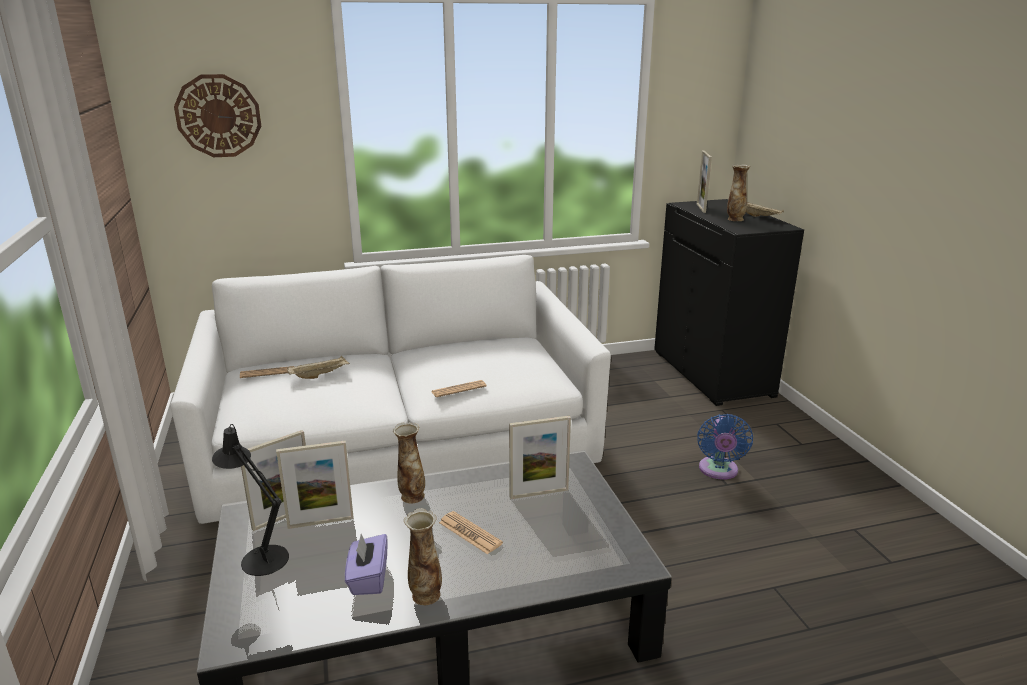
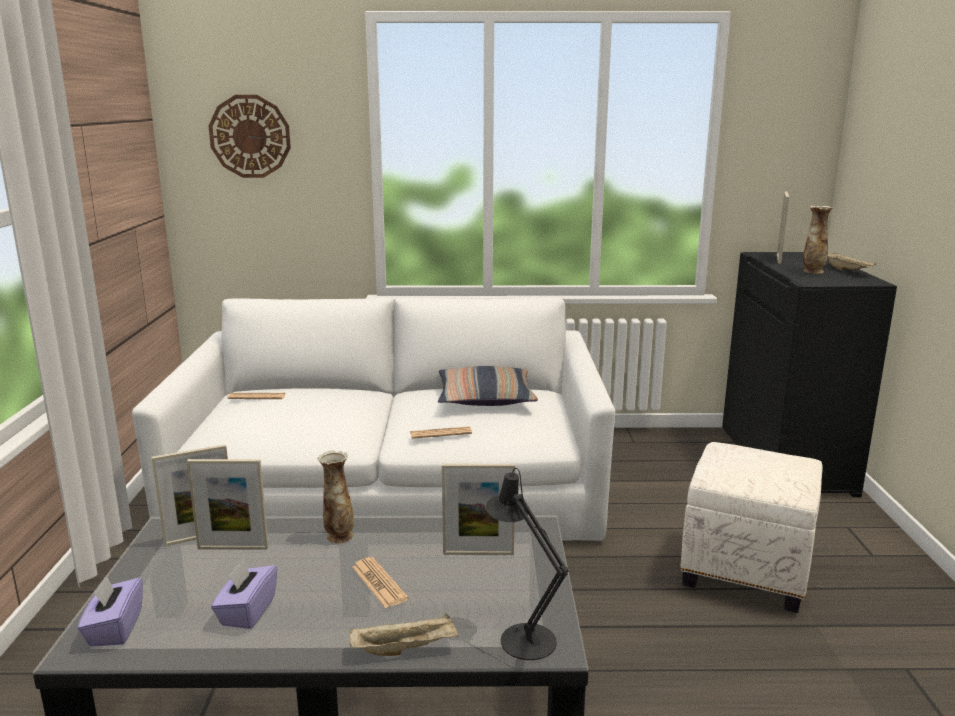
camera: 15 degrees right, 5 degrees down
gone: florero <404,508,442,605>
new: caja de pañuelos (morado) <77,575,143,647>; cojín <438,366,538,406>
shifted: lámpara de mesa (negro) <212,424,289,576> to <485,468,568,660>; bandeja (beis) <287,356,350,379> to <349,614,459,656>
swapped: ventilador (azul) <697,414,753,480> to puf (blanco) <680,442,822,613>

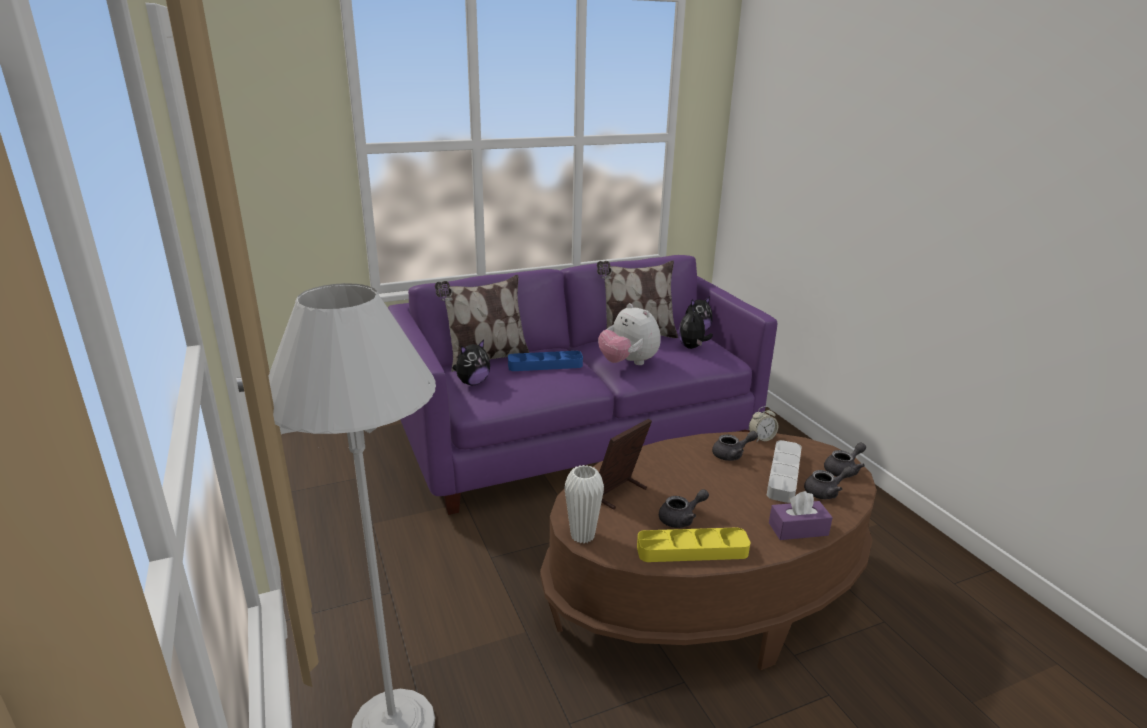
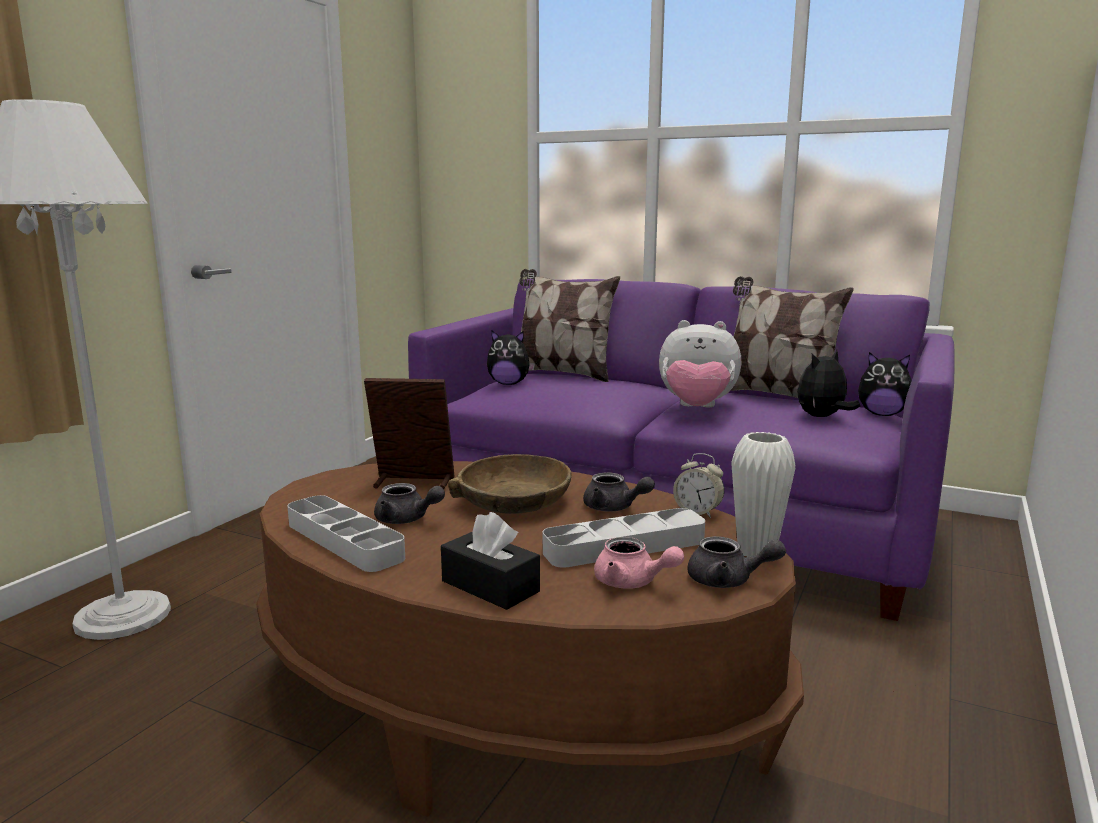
camera: 50 degrees right, 10 degrees down
gone: bandeja (azul) <508,351,583,371>
new: cuenco (marrón) <448,454,571,514>
shifted: florero (blanco) <564,465,604,543> to <731,432,796,557>
repainted: bandeja (amarillo) <637,528,750,562> to bandeja (gris) <287,495,405,572>; caja de pañuelos (morado) <769,491,833,540> to caja de pañuelos (negro) <441,512,540,610>; tetera (gris) <804,466,855,499> to tetera (rosa) <594,537,684,589>
rotated: peluche <598,303,661,365> = <659,320,741,407> 90 degrees counterclockwise

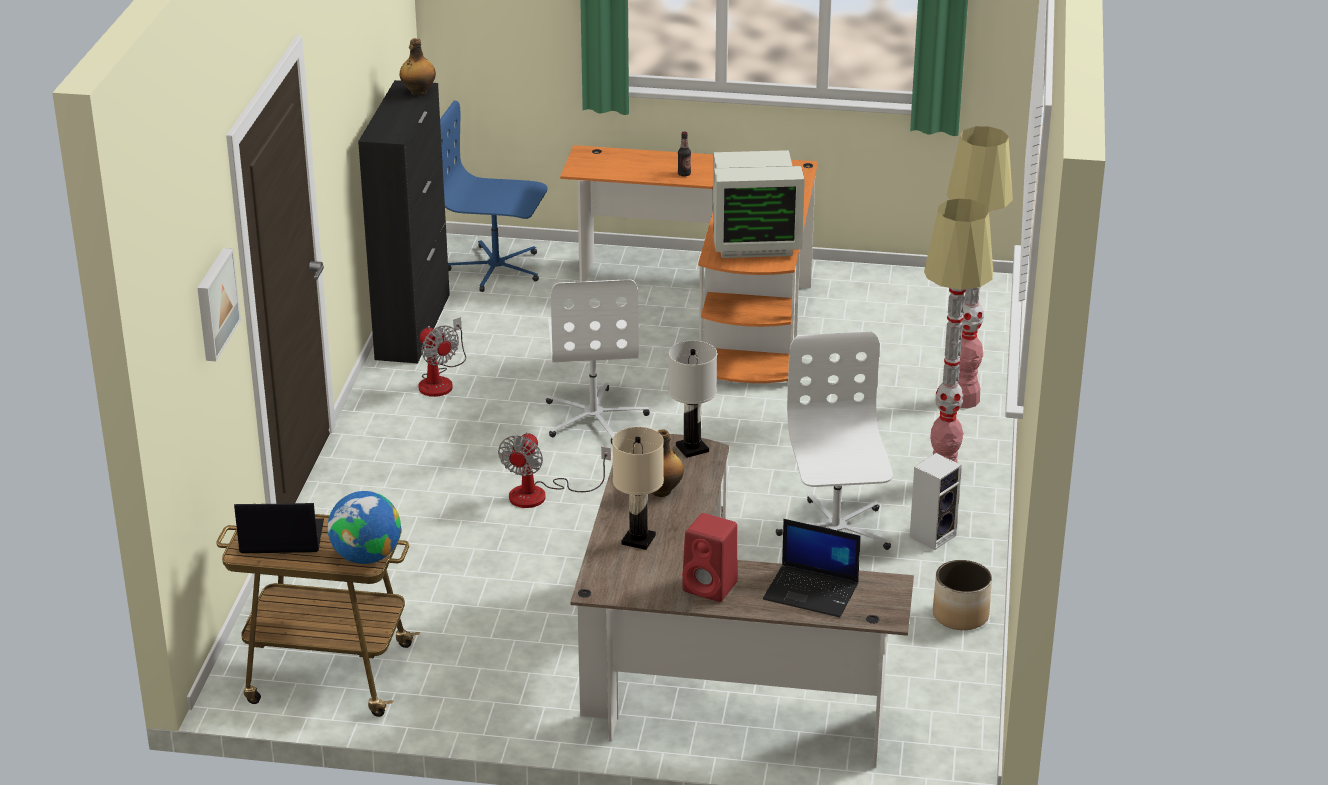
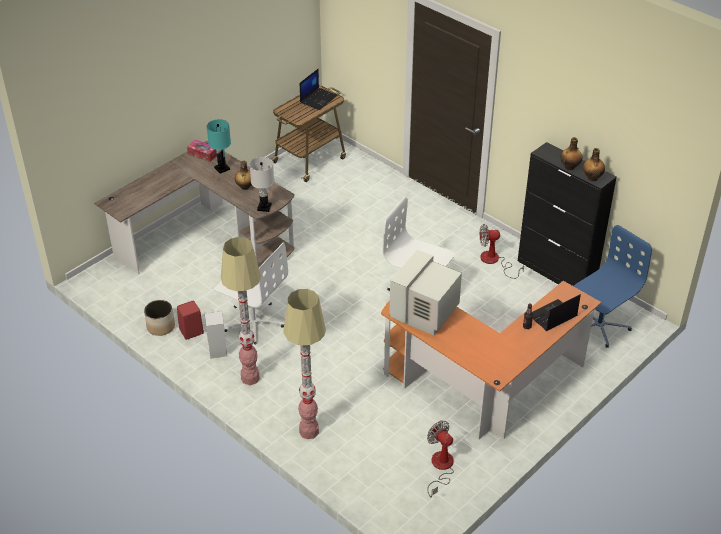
camera: 125 degrees right, 10 degrees up
gone: cuadro <198,248,241,361>; globo terráqueo <327,491,401,564>
new: caja de pañuelos <187,140,217,162>; botella <561,137,582,170>
shifted: ventilador <498,432,611,508> to <427,421,454,497>; altavoz (rojo) <682,513,738,602> to <177,300,204,340>; portátil <763,519,861,617> to <532,294,581,331>
repainted: lámpara de mesa (beis) <612,427,664,550> to lámpara de mesa (turquesa) <207,119,231,174>

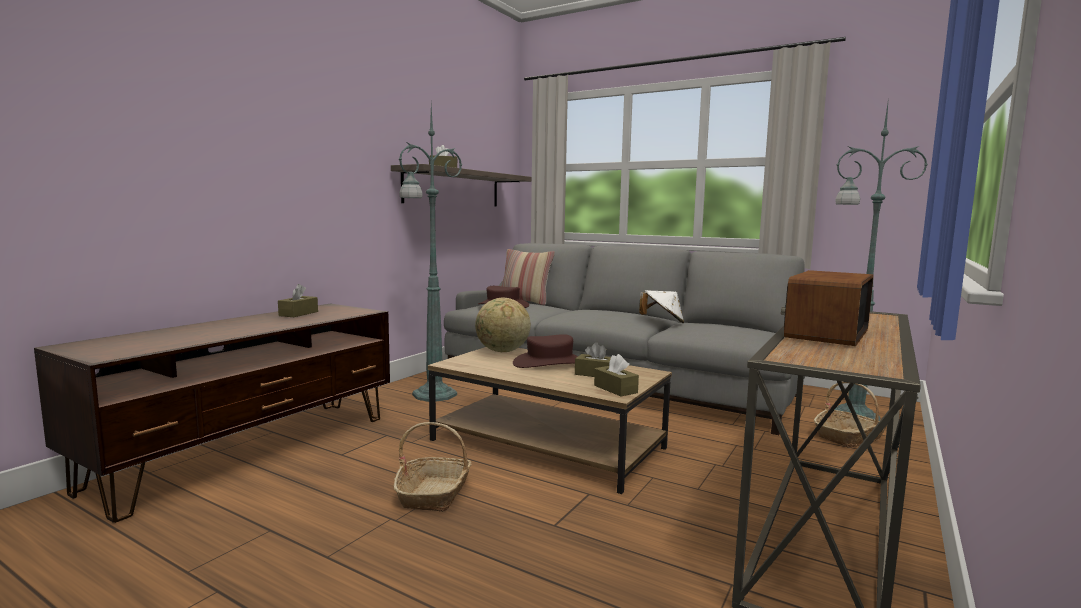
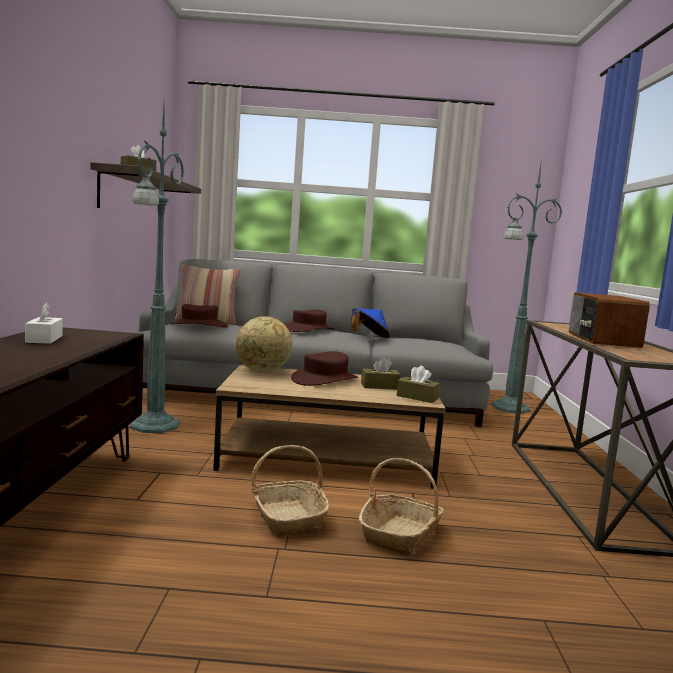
camera: 30 degrees left, 0 degrees up
new: sombrero (marrón) <285,310,334,332>
shifted: cesta <814,382,887,448> to <359,458,444,556>
repainted: caja de pañuelos (marrón) <278,284,318,317> to caja de pañuelos (blanco) <25,302,63,344>; sombrero (blanco) <639,290,684,323> to sombrero (azul) <351,308,390,338>

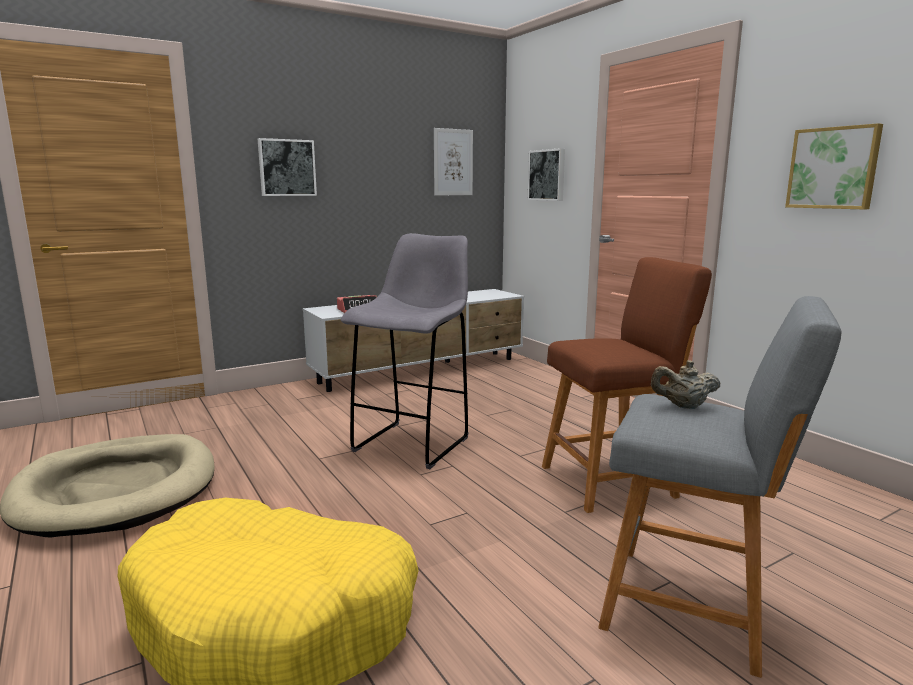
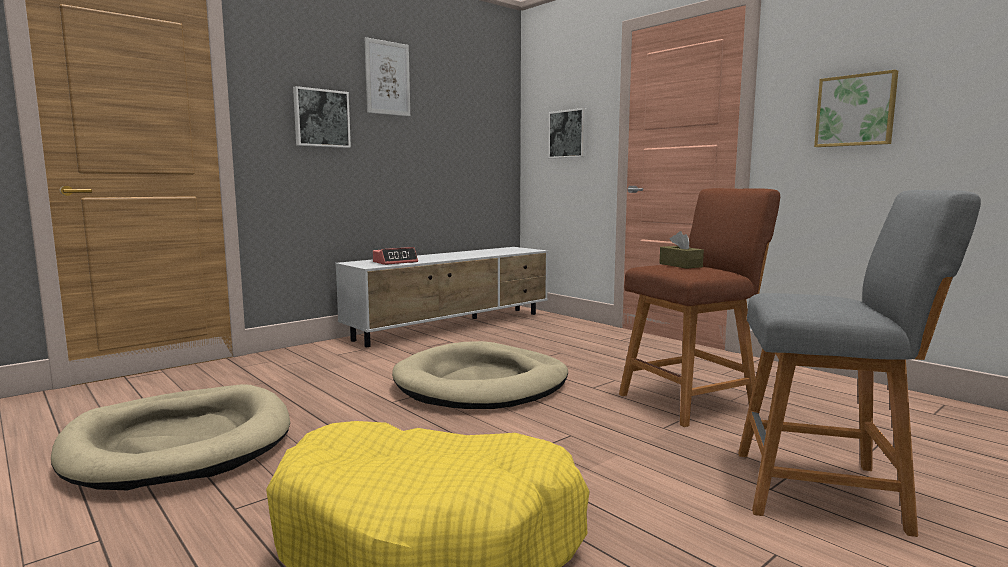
camera: 10 degrees left, 5 degrees down
gone: tetera (beis) <651,360,720,409>
new: caja de pañuelos (marrón) <659,231,704,269>
shifted: cuadro <434,128,473,195> to <365,37,410,116>
swapped: taburete (gris) <341,233,469,469> to cama para perro (beis) <392,341,568,409>

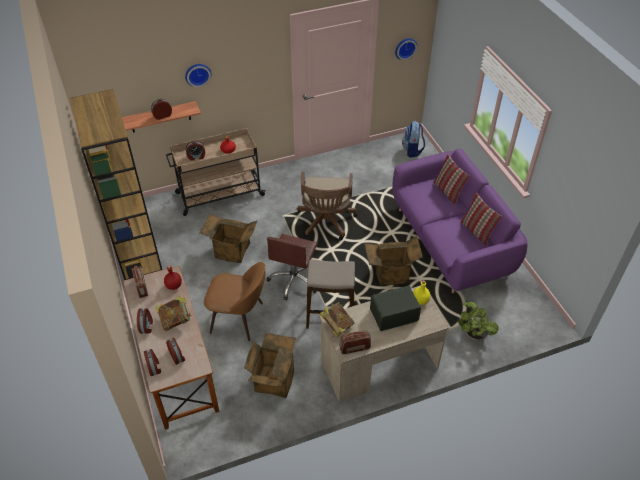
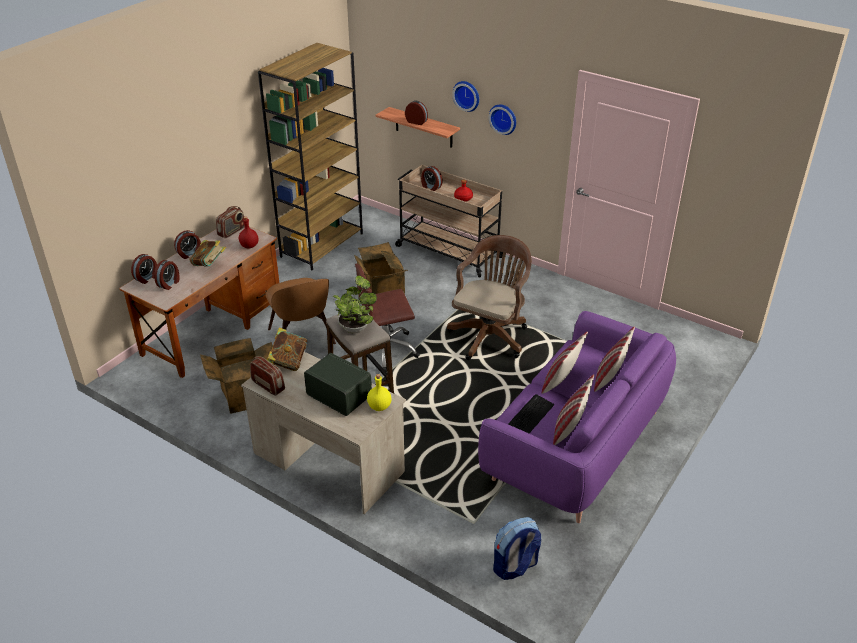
camera: 55 degrees right, 10 degrees down
gone: caja de cartón <365,236,423,285>
new: teclado <508,394,554,433>; cojín <542,332,588,394>
shifted: reloj de pared <395,38,417,60> to <489,105,516,135>; mochila <402,121,425,158> to <493,517,541,580>; planta en maceta <458,302,499,341> to <333,275,377,334>
rotated: silla de oficina (marrón) <297,171,357,240> = <447,235,532,360> 150 degrees clockwise

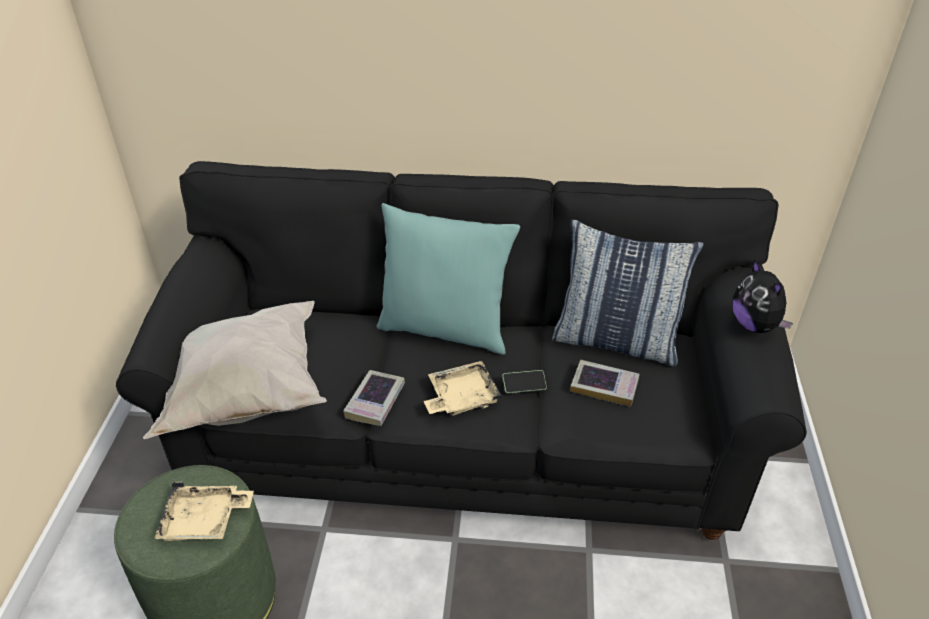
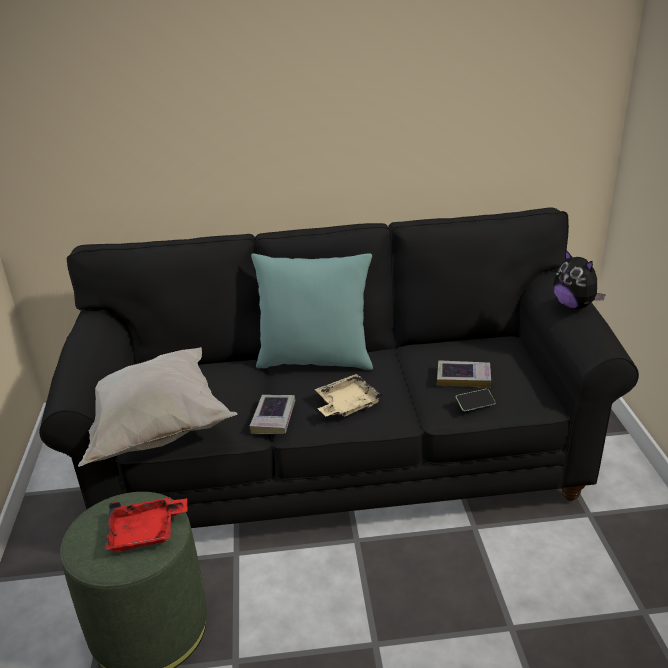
camera: 10 degrees left, 10 degrees down
gone: cojín <552,219,704,367>
shifted: móvil <502,370,547,393> to <456,389,496,411>
repainted: bandeja (beis) <154,482,254,541> to bandeja (rojo) <105,497,188,552>

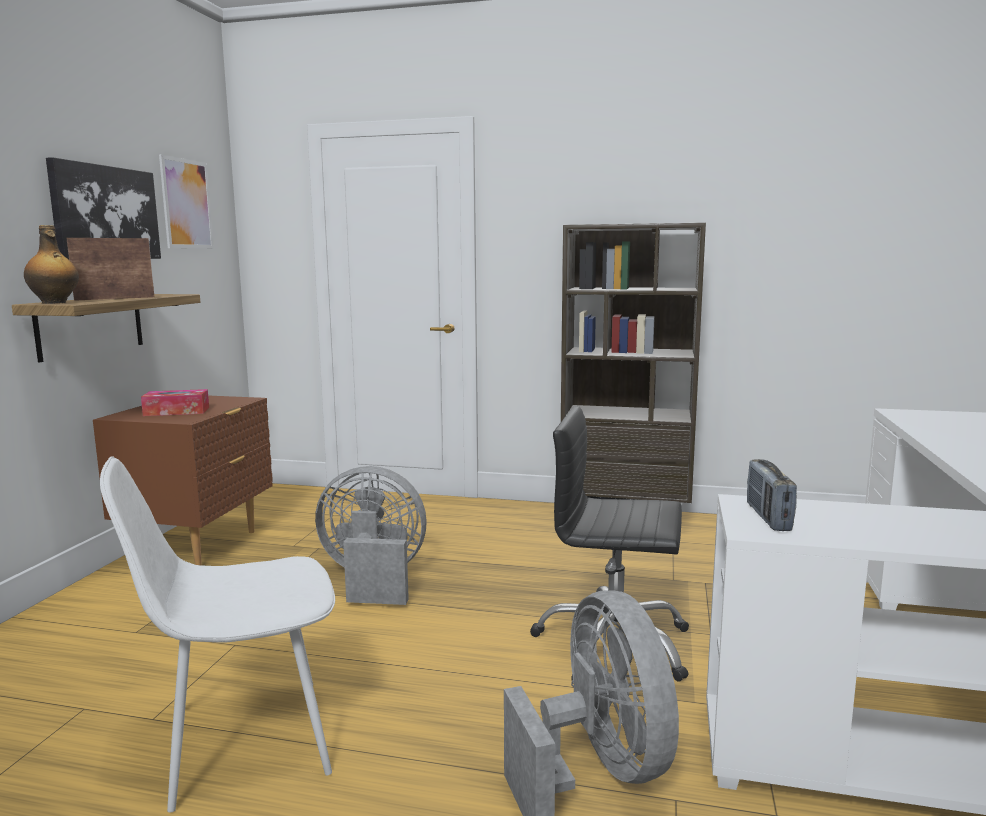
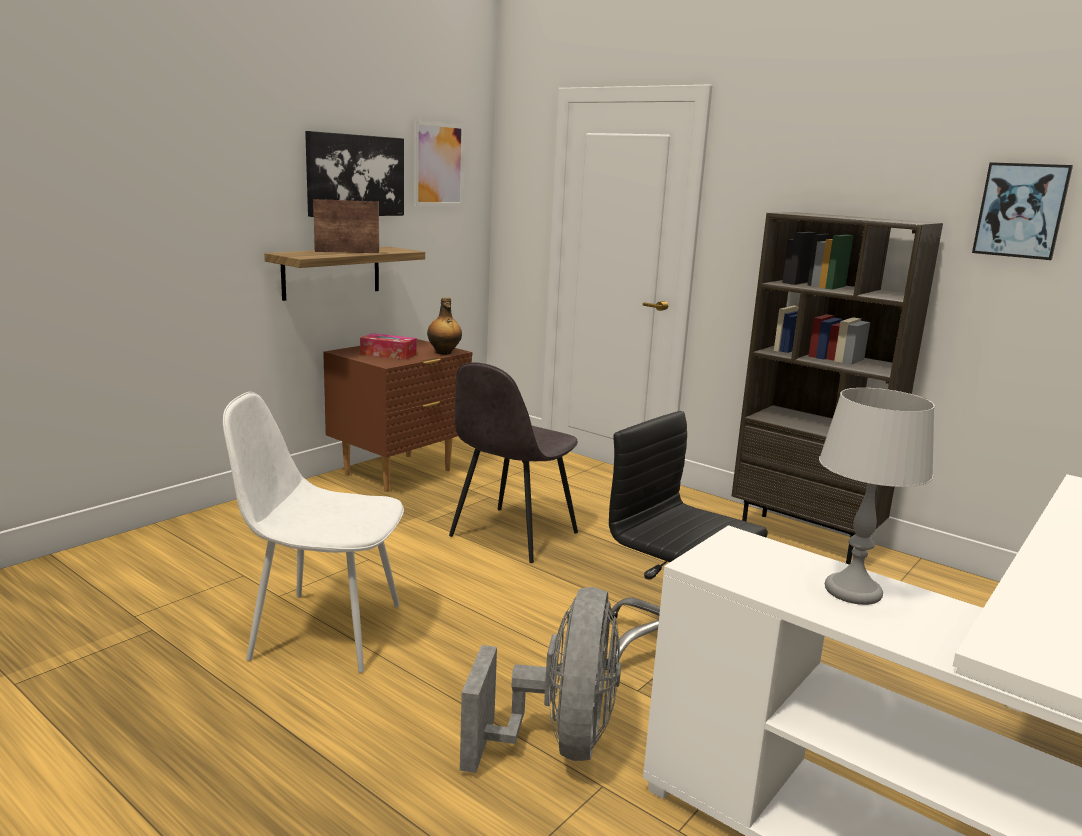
camera: 25 degrees right, 5 degrees up
gone: radio <747,459,797,531>
new: lámpara de mesa (gris) <819,388,935,605>; cuadro <972,162,1073,260>
shifted: botella <24,225,79,304> to <427,298,462,355>
swapped: ventilador (gris) <315,466,427,605> to silla (gris) <449,362,578,563>

